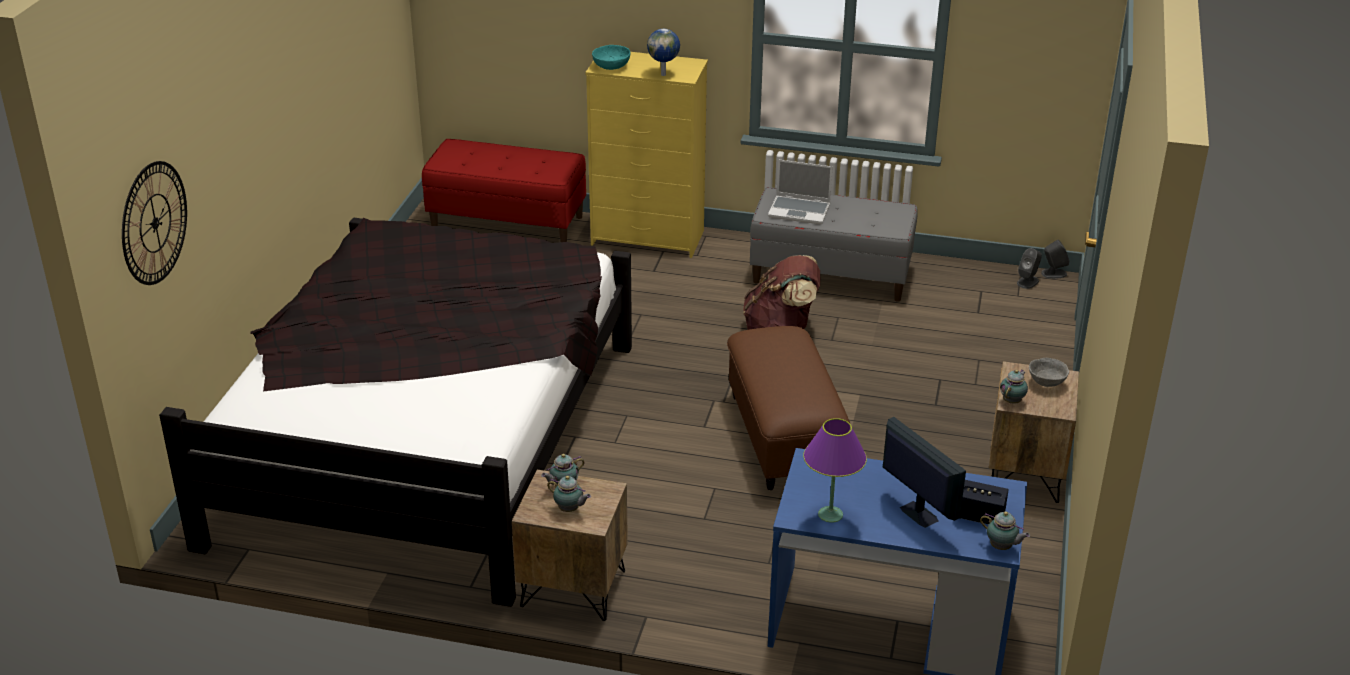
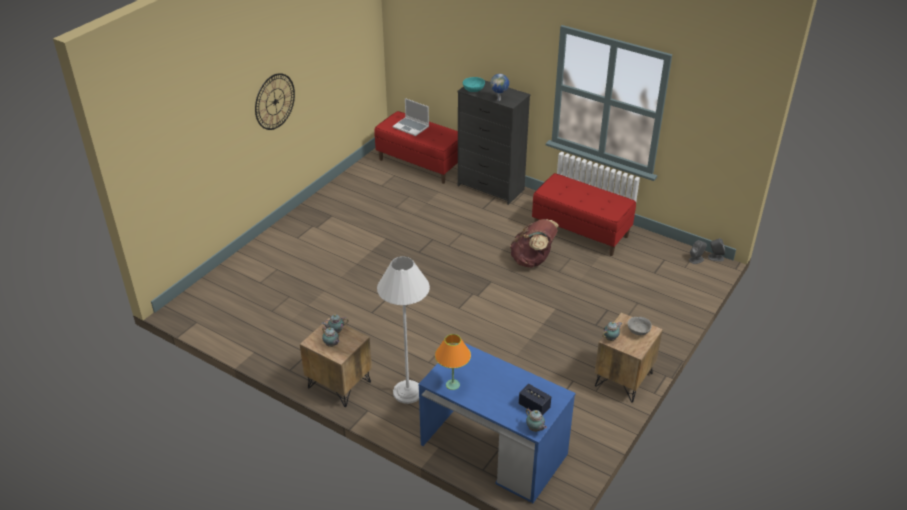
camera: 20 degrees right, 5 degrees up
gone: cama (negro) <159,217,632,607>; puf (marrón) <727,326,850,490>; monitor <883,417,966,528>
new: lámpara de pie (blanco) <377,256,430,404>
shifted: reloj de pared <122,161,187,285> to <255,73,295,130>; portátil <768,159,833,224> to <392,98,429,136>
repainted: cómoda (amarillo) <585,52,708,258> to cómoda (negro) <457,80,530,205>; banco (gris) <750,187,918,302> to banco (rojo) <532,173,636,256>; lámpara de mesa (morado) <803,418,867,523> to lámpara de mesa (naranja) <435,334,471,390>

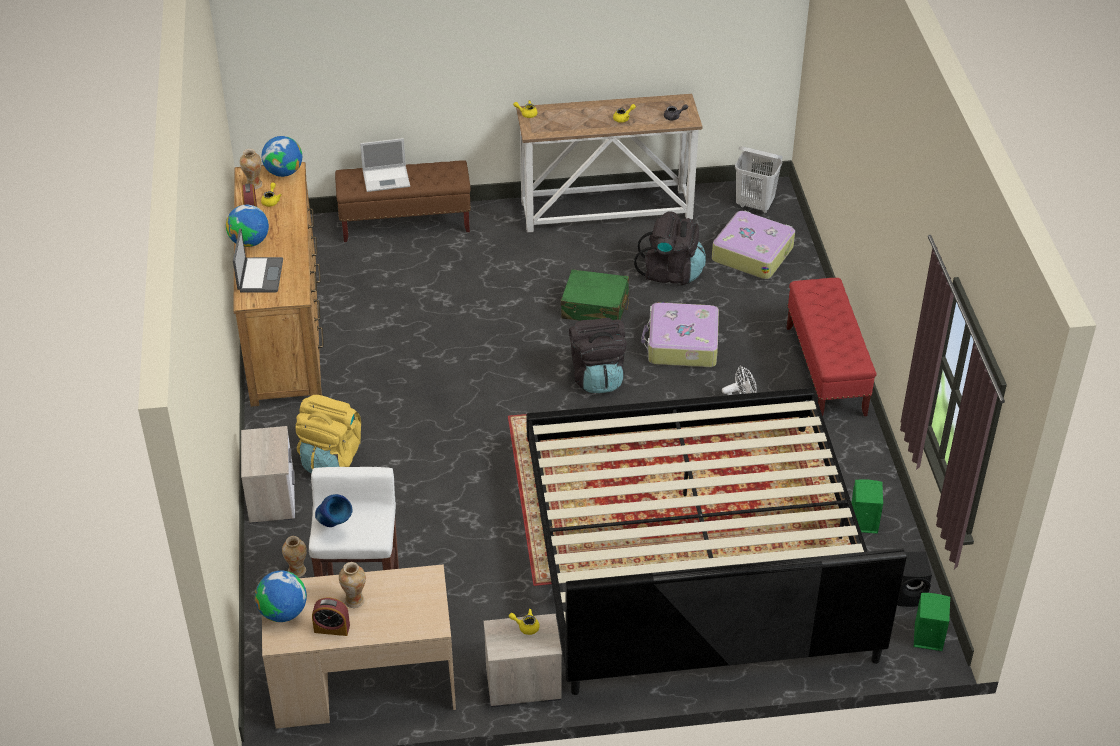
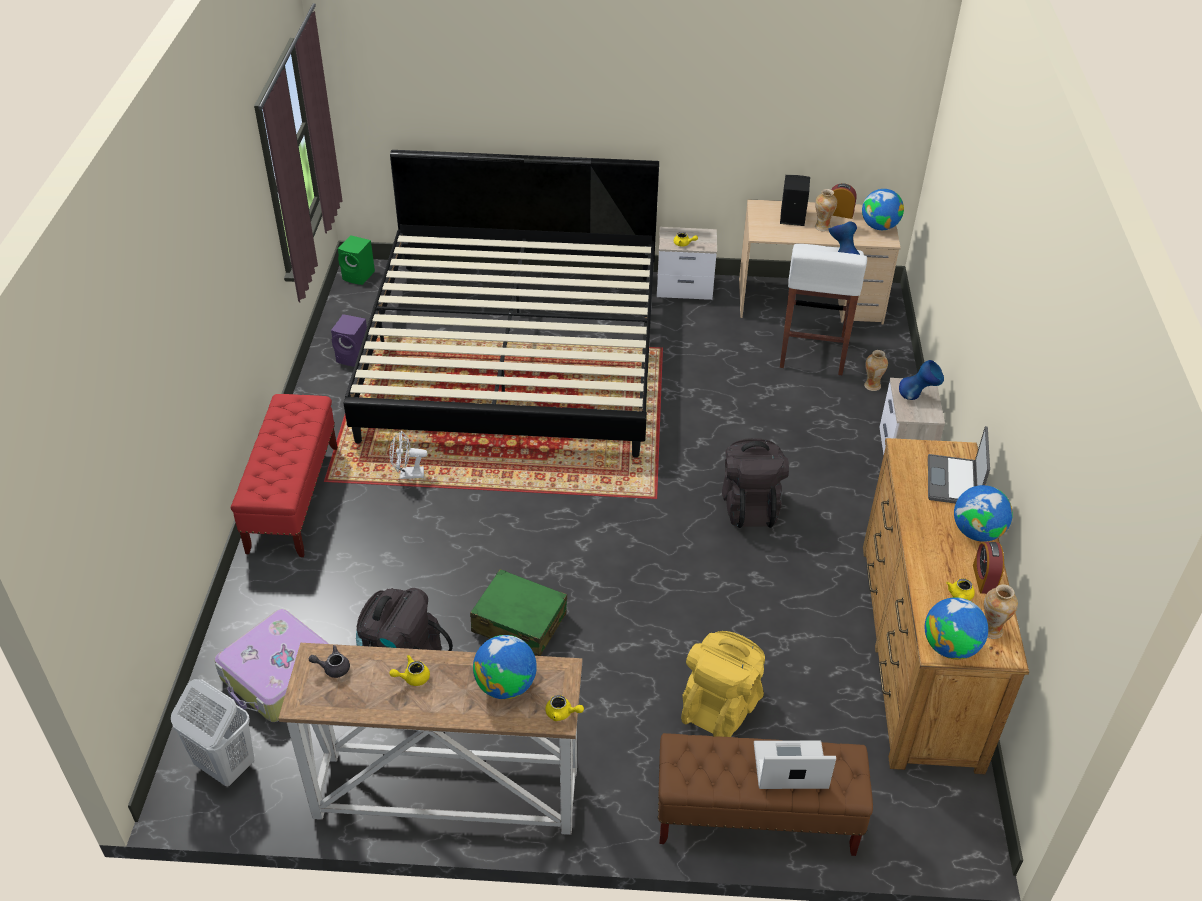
camera: 170 degrees left, 0 degrees up
gone: maleta <641,302,719,367>
new: globo terráqueo <473,635,537,699>; florero (azul) <899,360,944,400>
shifted: mochila (amarillo) <296,395,361,473> to <681,631,765,737>; mochila (negro) <569,318,627,393> to <722,438,789,528>; altavoz (negro) <897,551,932,607> to <780,175,810,226>
repainted: altavoz (verde) <851,479,883,534> to altavoz (morado) <331,314,367,367>

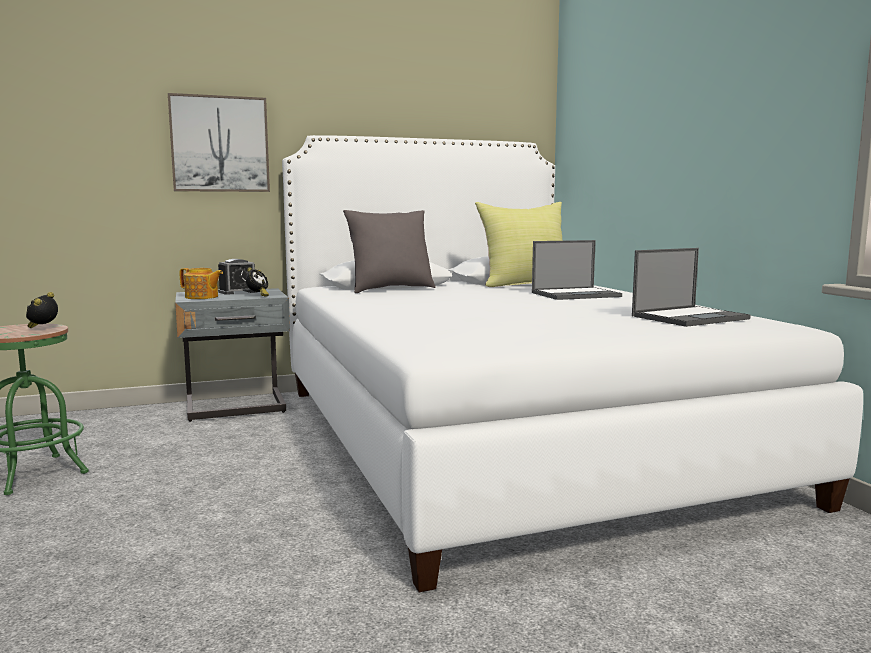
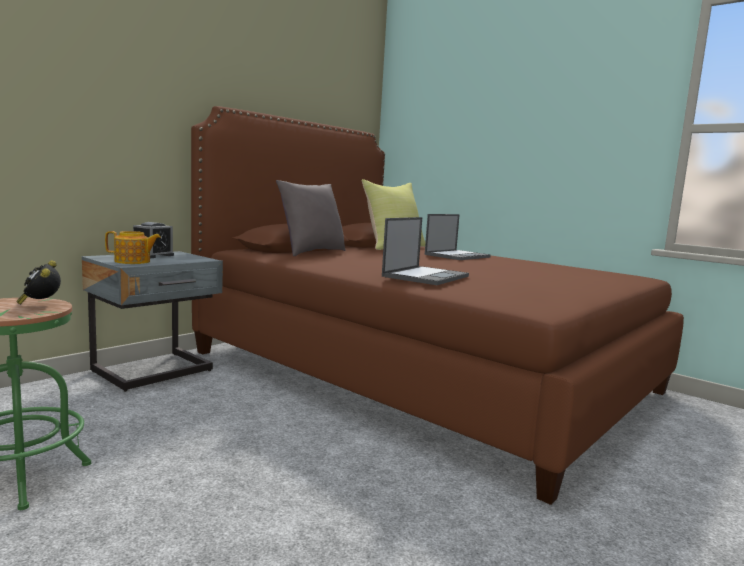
camera: 30 degrees left, 0 degrees up
gone: cuadro <168,93,270,192>; despertador <246,268,269,297>
shifted: portátil <632,248,751,327> to <382,217,469,285>
repainted: cama (blanco) <282,135,863,592> to cama (marrón) <191,106,684,505>

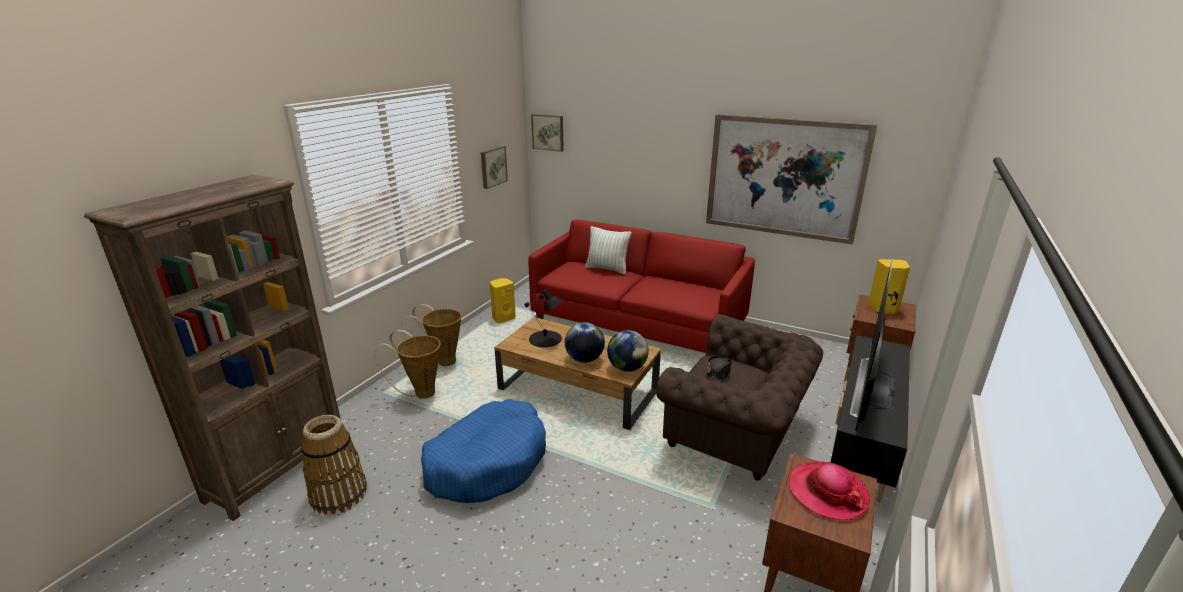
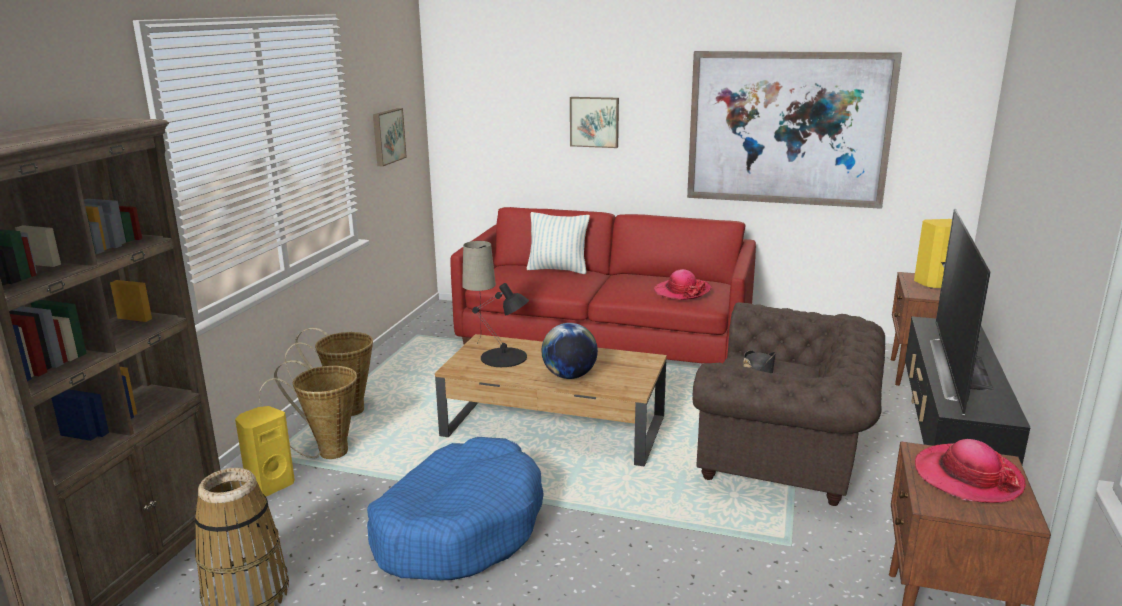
camera: 10 degrees left, 5 degrees down
gone: globo terráqueo <607,330,649,372>
new: lámpara de mesa (beis) <462,241,496,342>; sombrero <654,269,712,300>
shifted: altavoz (amarillo) <490,278,516,323> to <235,406,295,497>; cuadro <531,114,564,152> to <570,97,619,148>

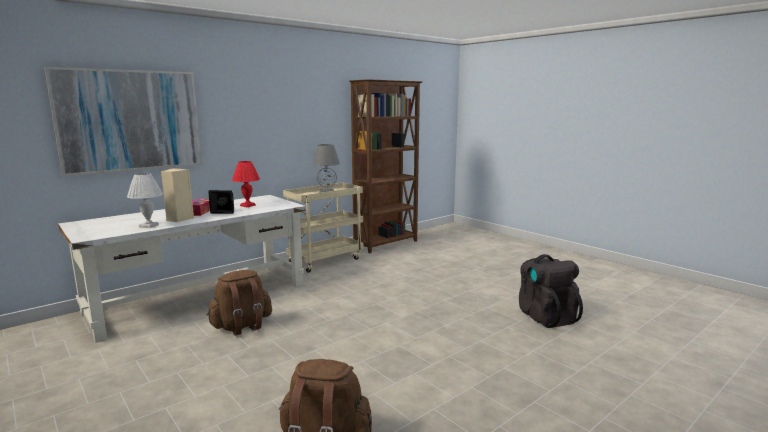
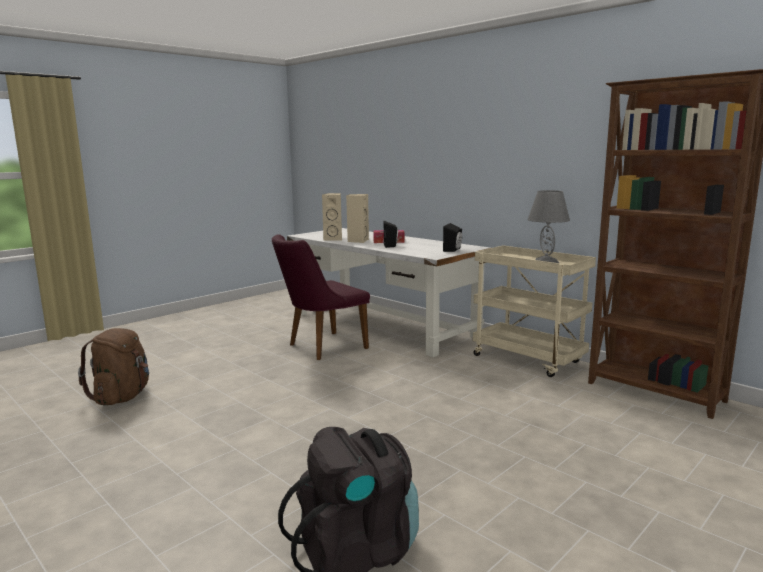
camera: 85 degrees right, 0 degrees up
gone: cuadro <44,67,202,176>; lámpara de mesa (rojo) <232,161,260,207>
new: altavoz (negro) <443,223,462,252>
swapped: lámpara de mesa (blanco) <127,173,163,228> to altavoz (beis) <322,193,342,241>; mochila (marrón) <207,270,272,336> to silla (morado) <272,234,370,360>

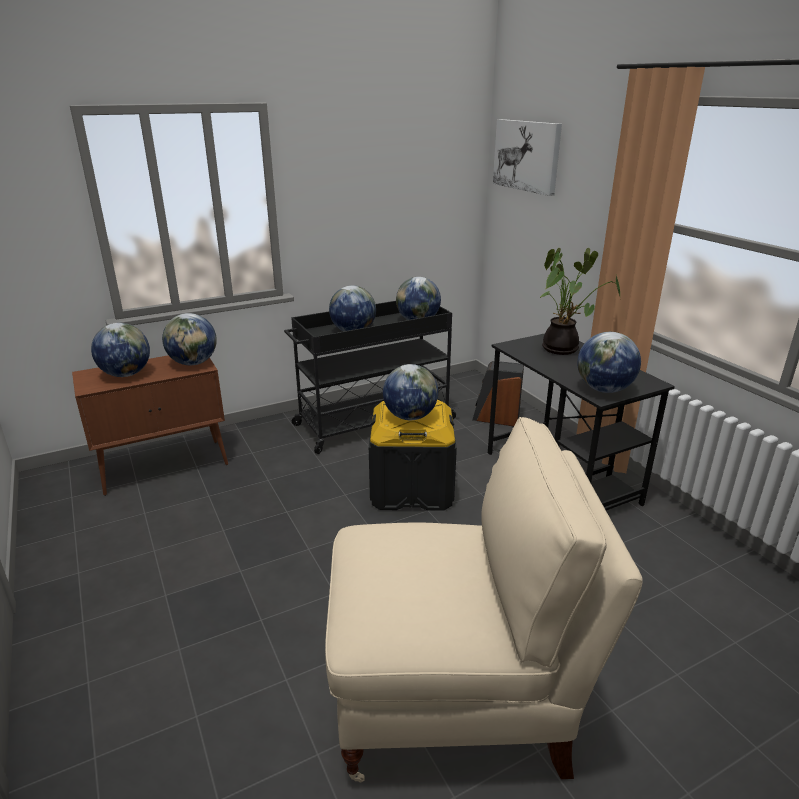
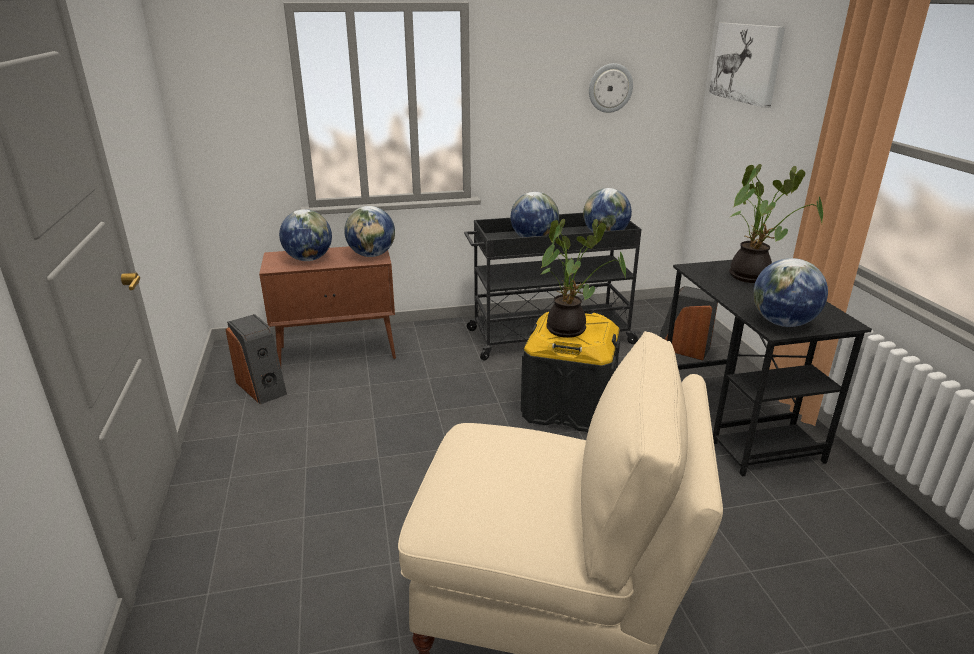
camera: 15 degrees right, 0 degrees up
new: altavoz <226,314,287,404>; reloj de pared <589,63,633,113>
swapped: globo terráqueo <383,364,438,420> to planta en maceta <540,219,626,338>

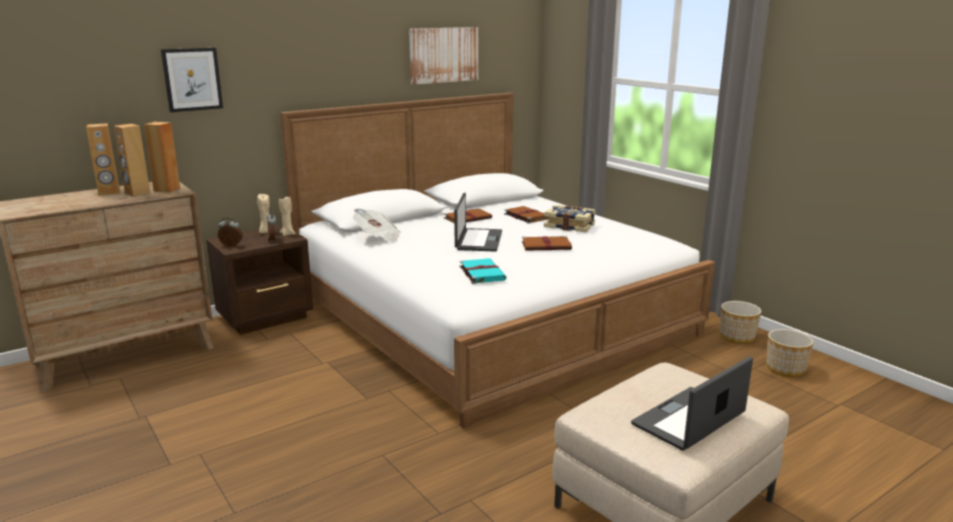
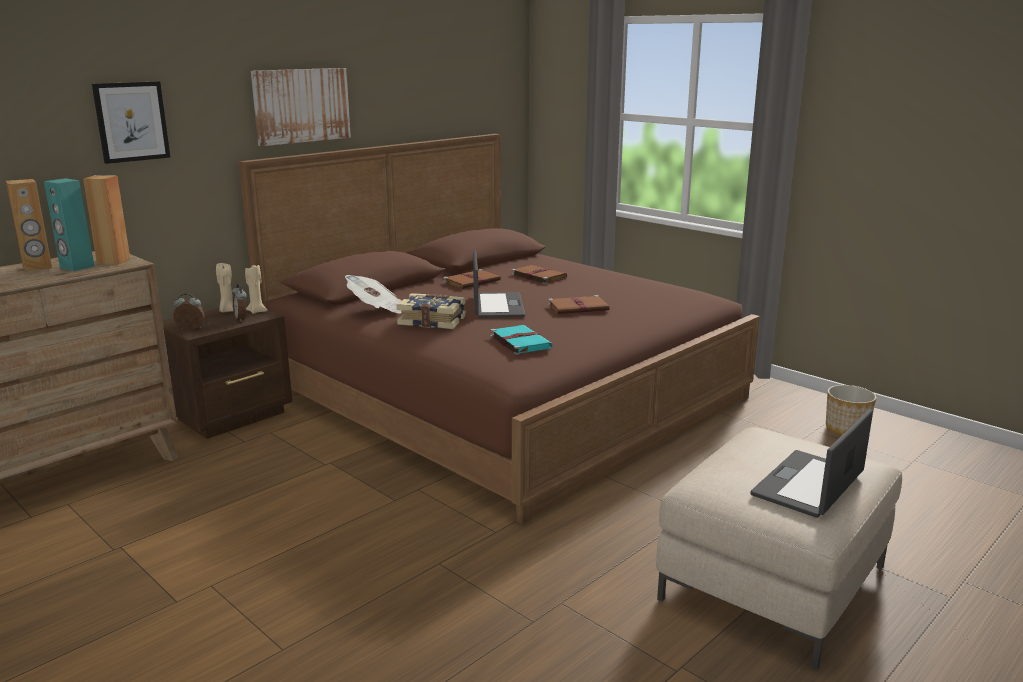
camera: 10 degrees left, 0 degrees up
gone: maceta <720,301,761,344>
shifted: cuadro <409,27,478,85> to <251,68,351,146>; libro <544,205,596,232> to <396,293,466,329>
repainted: altavoz (marrón) <114,124,150,197> to altavoz (turquesa) <44,178,95,271>; cama (blanco) <280,93,715,429> to cama (marrón) <239,134,760,524>

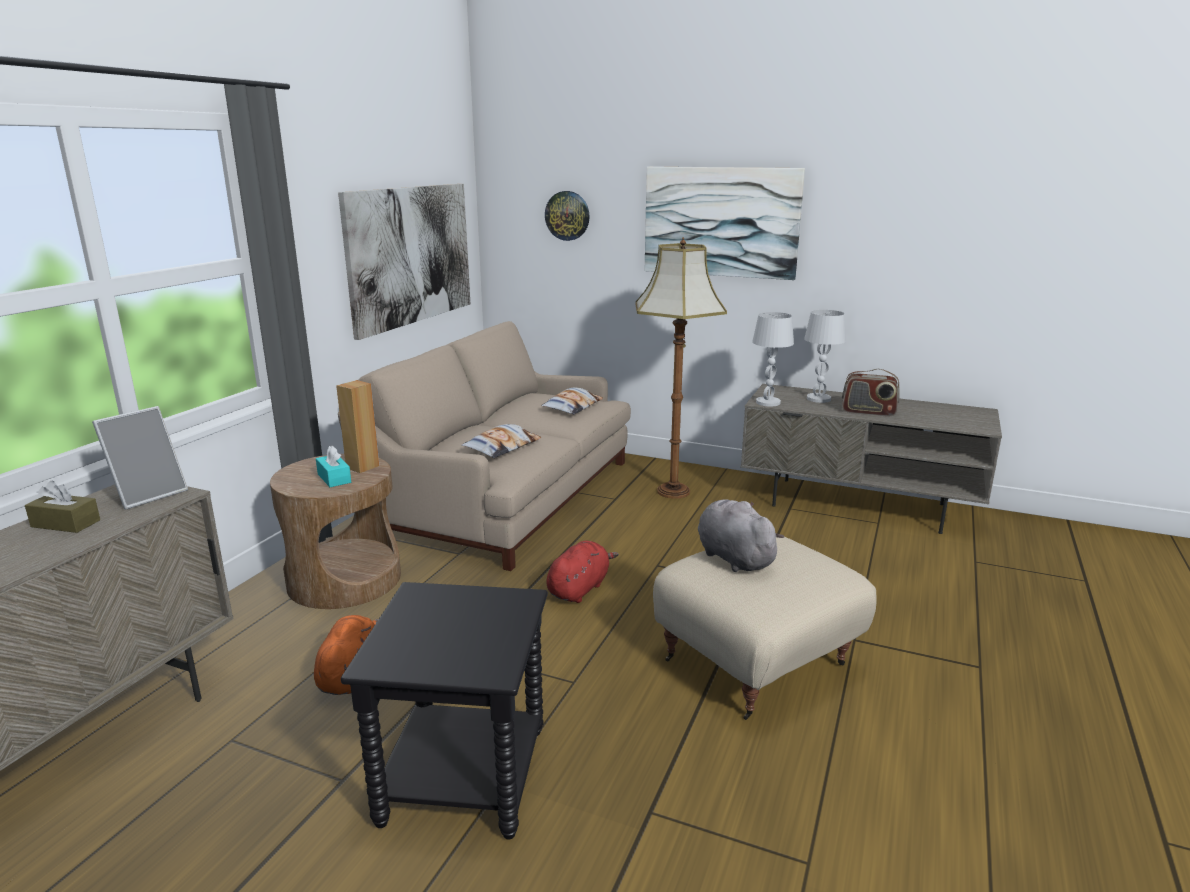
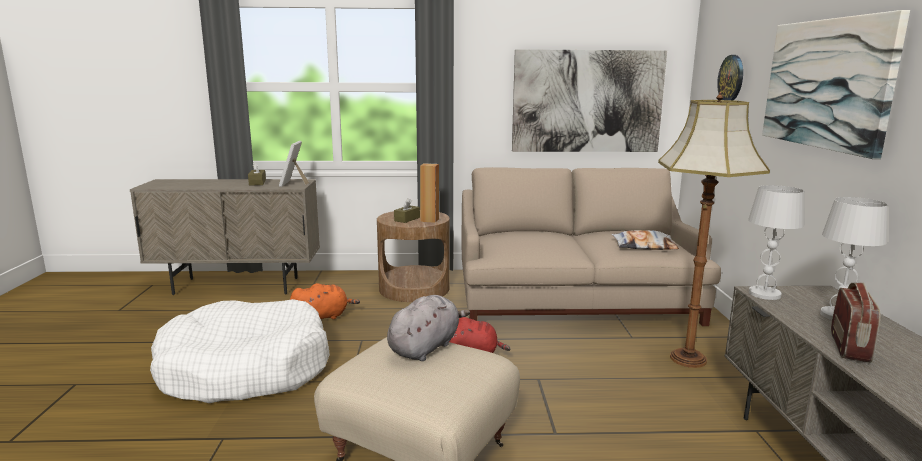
camera: 65 degrees right, 5 degrees down
gone: cojín <461,424,542,458>
swapped: mesa auxiliar (negro) <341,582,548,840> to cama para perro (blanco) <150,299,330,403>
repainted: caja de pañuelos (turquesa) <316,446,351,487> to caja de pañuelos (marrón) <394,198,420,223>
rotated: portarretratos <92,406,188,509> = <279,141,309,187> 75 degrees clockwise; radio <842,369,900,416> = <831,283,880,363> 150 degrees counterclockwise

